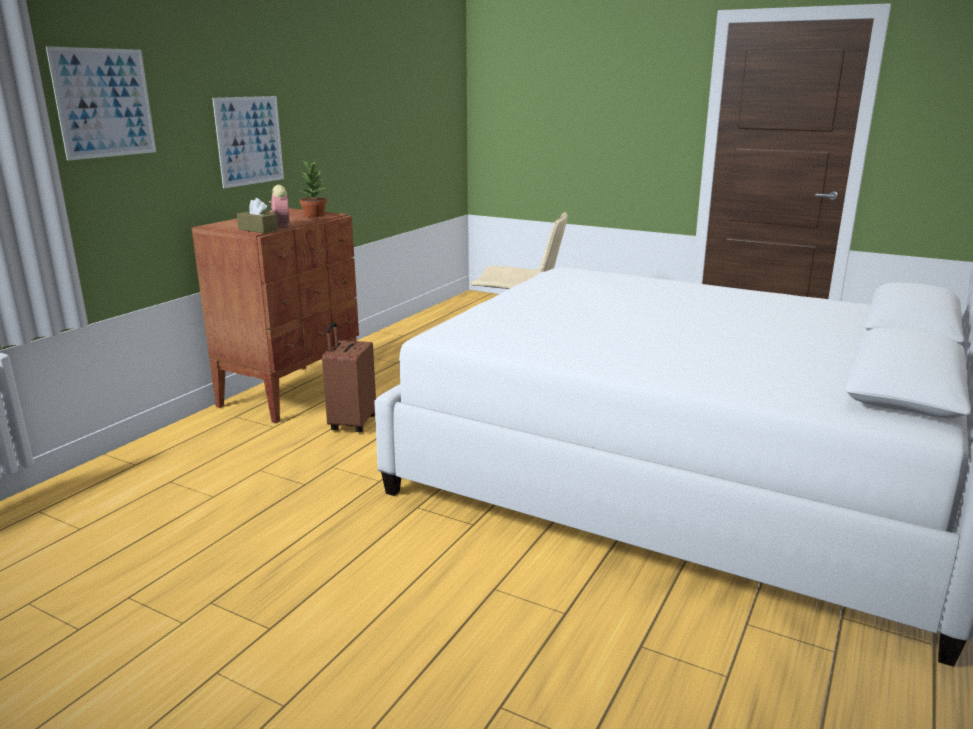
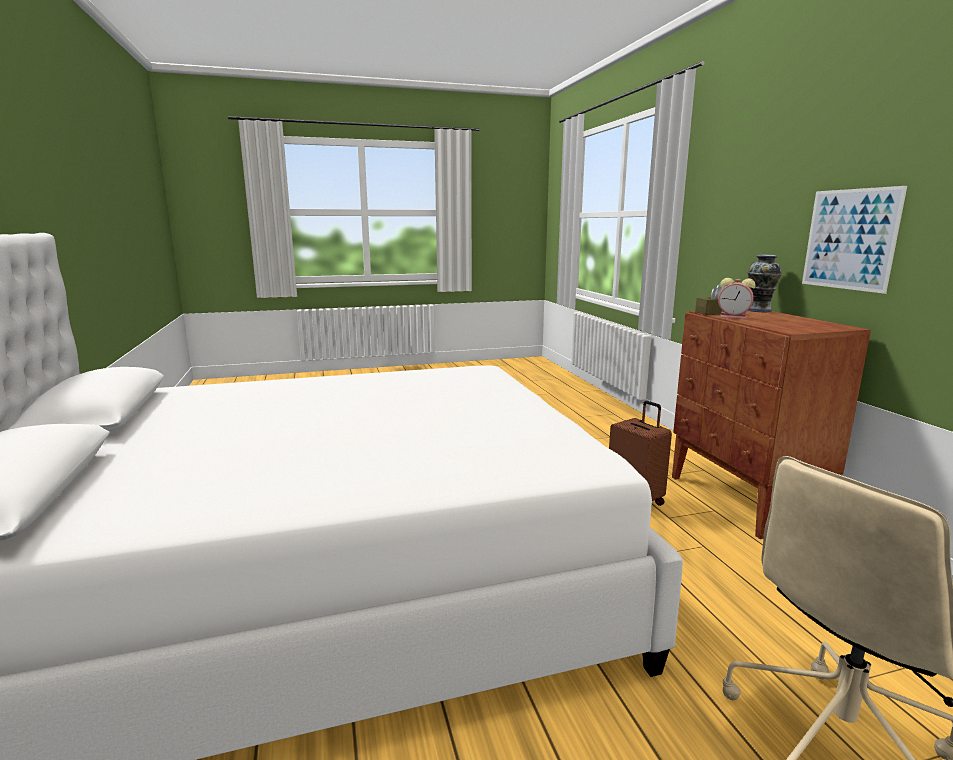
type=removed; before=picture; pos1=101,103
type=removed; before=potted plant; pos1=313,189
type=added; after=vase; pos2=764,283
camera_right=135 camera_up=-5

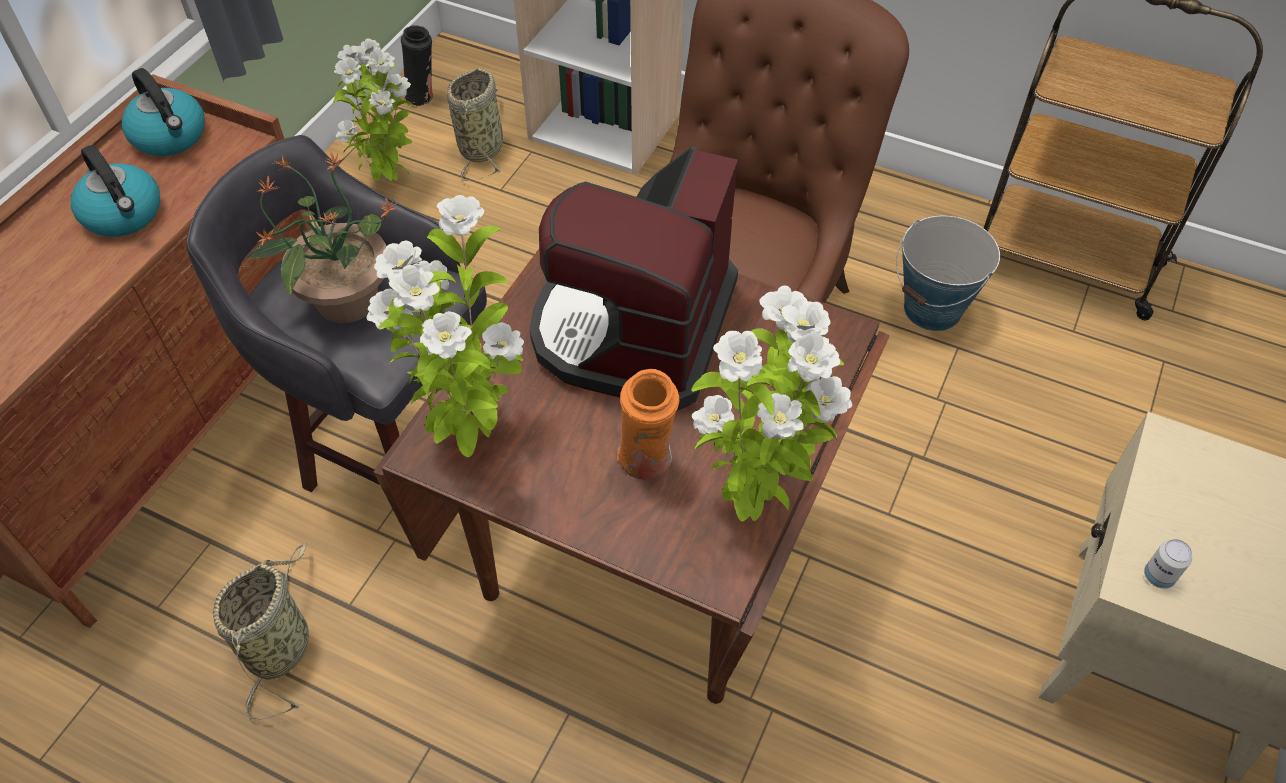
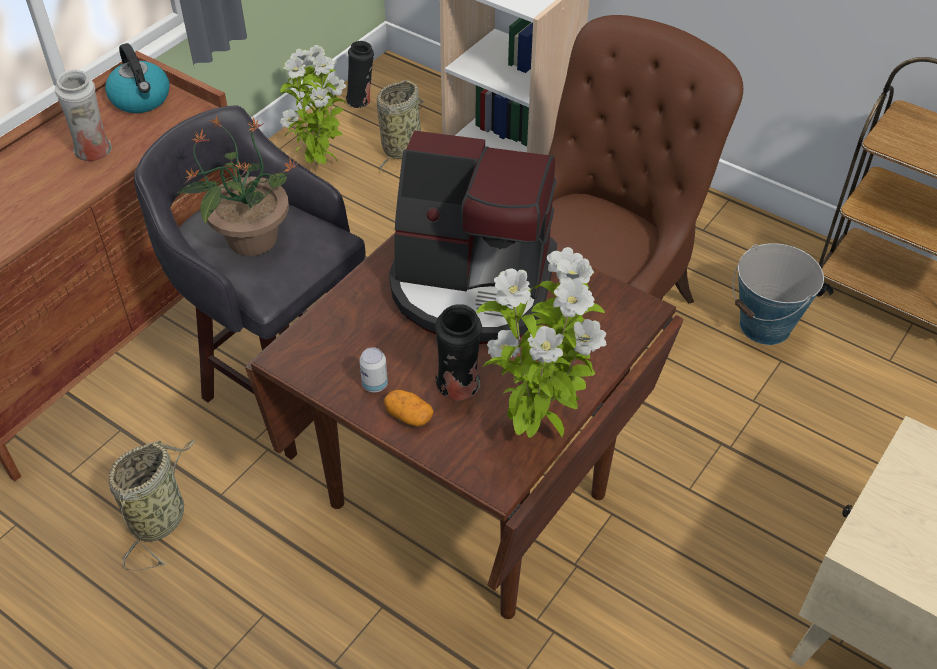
type=removed; before=potted plant; pos1=445,326
type=added; after=potato; pos2=409,408
type=moved; before=can; pos1=1168,564; pos2=373,369
type=replaced; before=kettle; after=vase/white; pos1=115,191; pos2=83,115
type=recoloured; before=vase/orange; after=vase/black; pos1=648,424; pos2=458,352
type=turned; before=coffee machine; pos1=634,278; pos2=473,237; turn=-105
camera_right=10 camera_up=-5

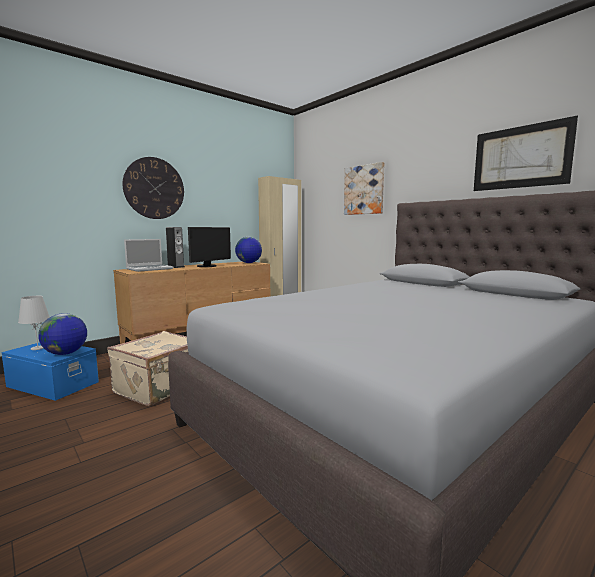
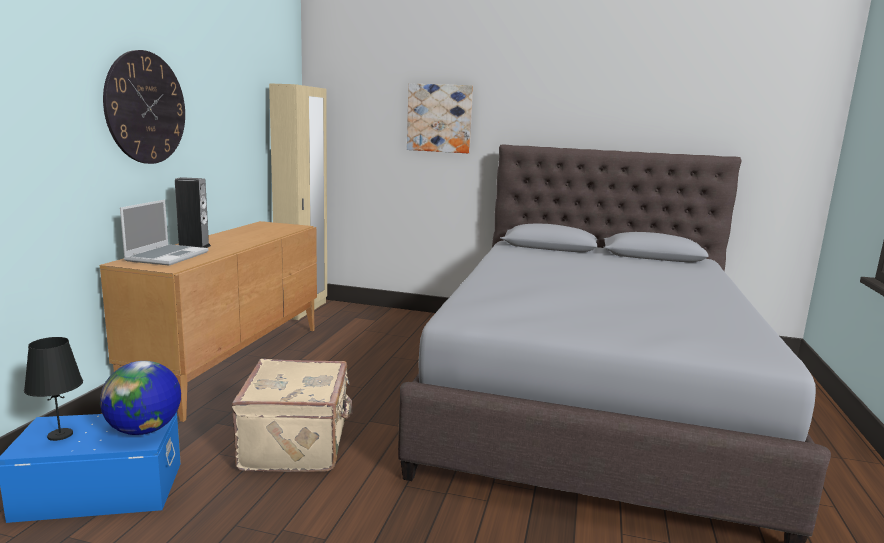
type=removed; before=monitor; pos1=209,247
type=removed; before=globe; pos1=248,249
type=removed; before=picture; pos1=526,153
type=recoloured; before=table lamp/white; after=table lamp/black; pos1=34,323; pos2=53,389
camera_right=-35 camera_up=5

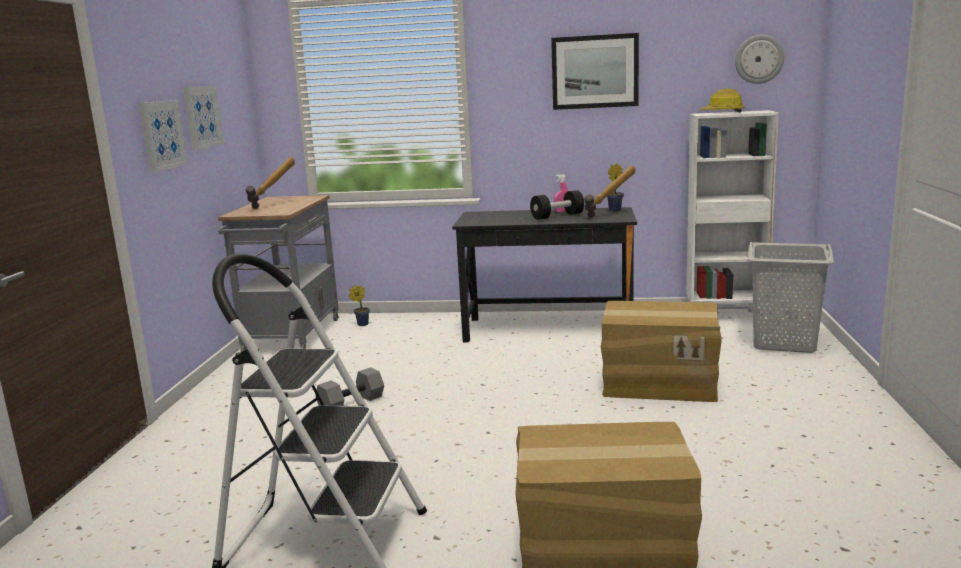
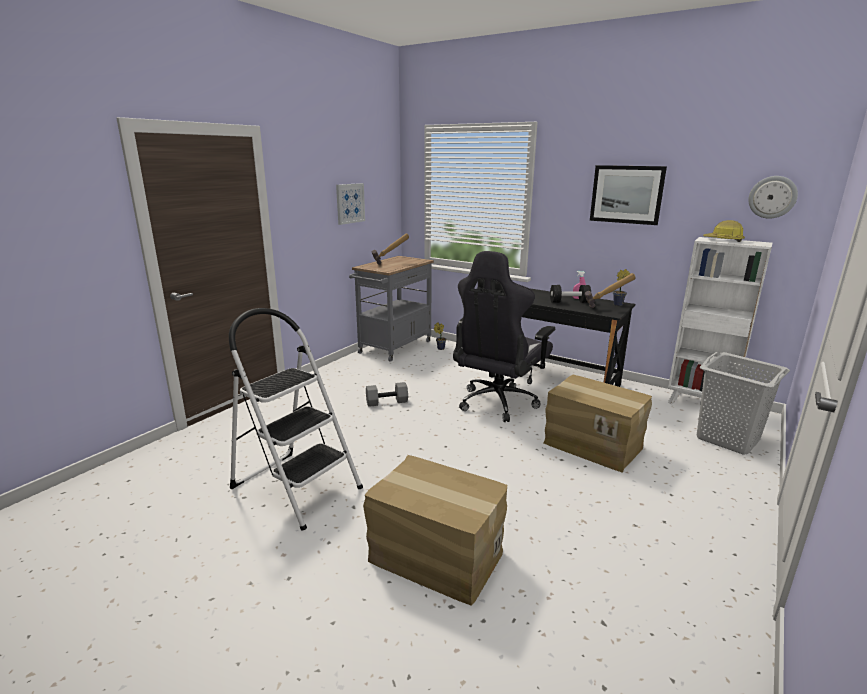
type=removed; before=picture; pos1=163,136
type=added; after=office chair/black; pos2=504,336
camera_right=25 camera_up=5

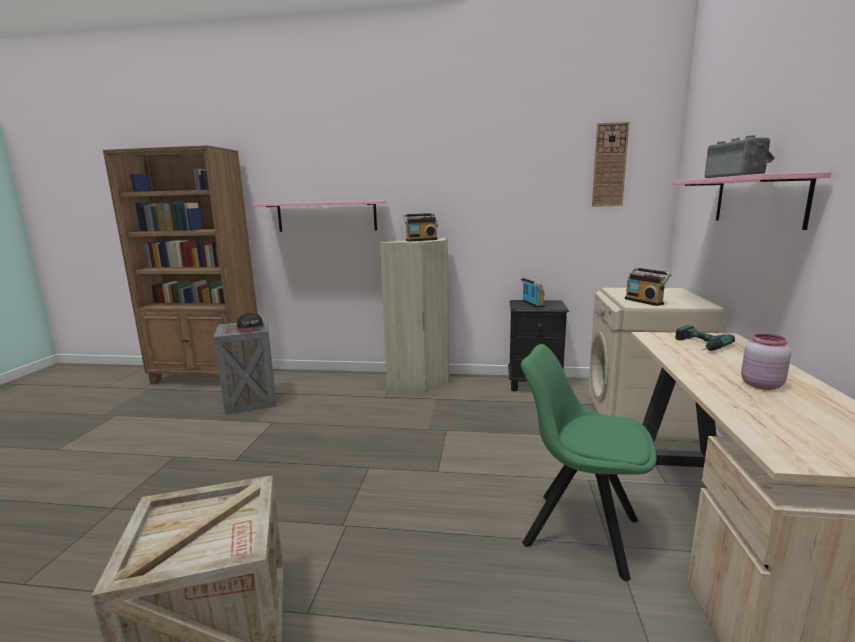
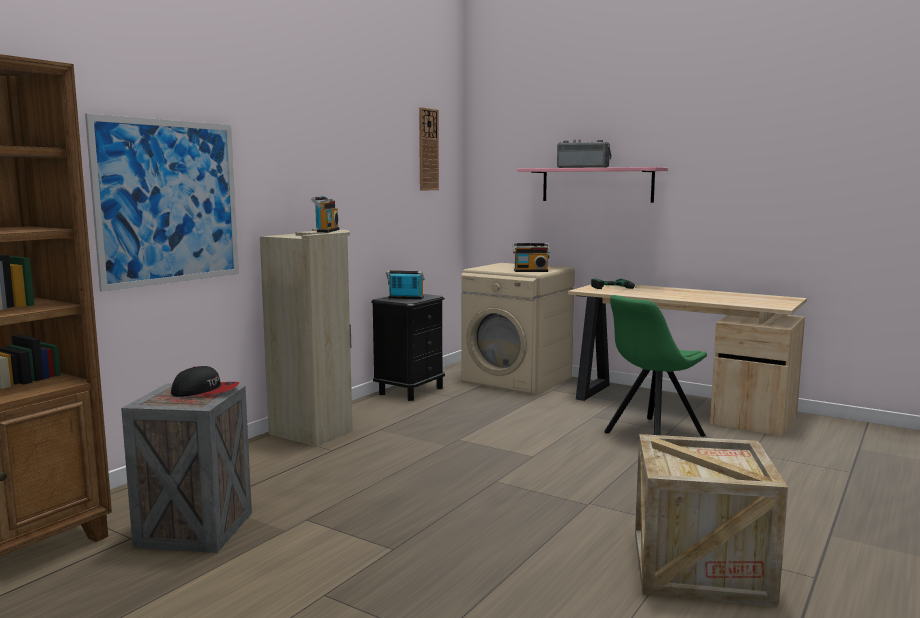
type=removed; before=jar/pink; pos1=766,362
type=replaced; before=shelf/pink; after=picture; pos1=319,216; pos2=162,203
camera_right=-65 camera_up=-5

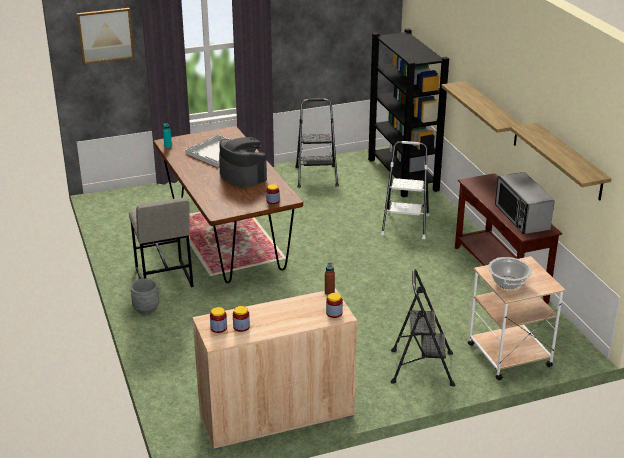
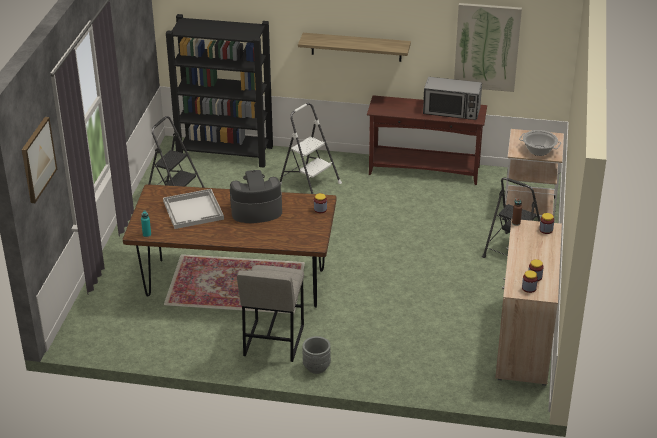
type=replaced; before=shelf; after=picture; pos1=561,161; pos2=488,47
type=turned; before=chair/grey; pos1=161,242; pos2=270,313; turn=90
camera_right=-60 camera_up=5

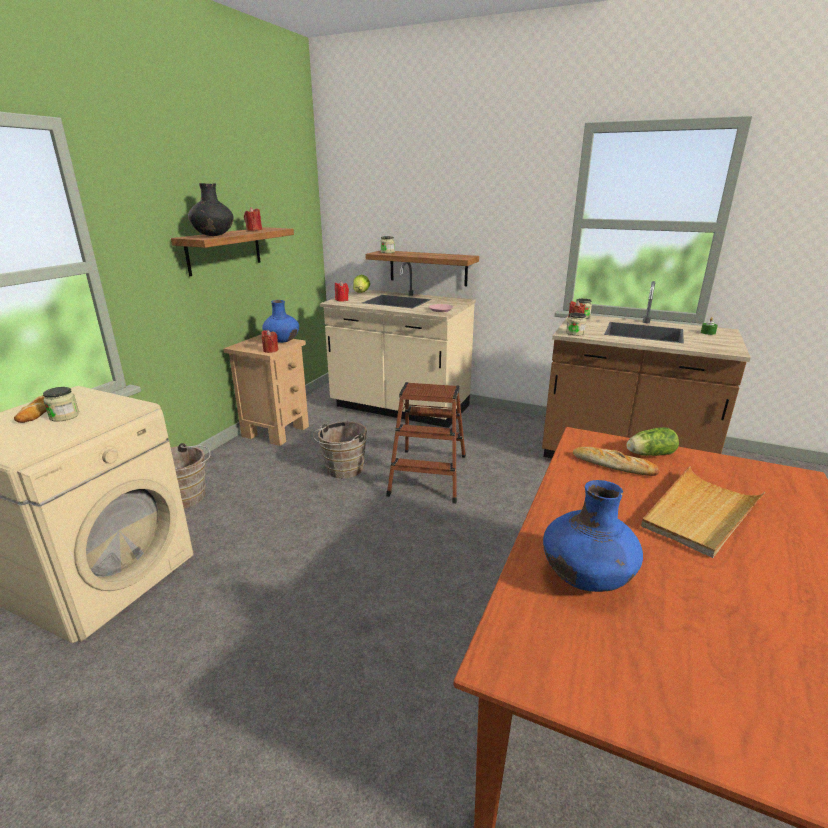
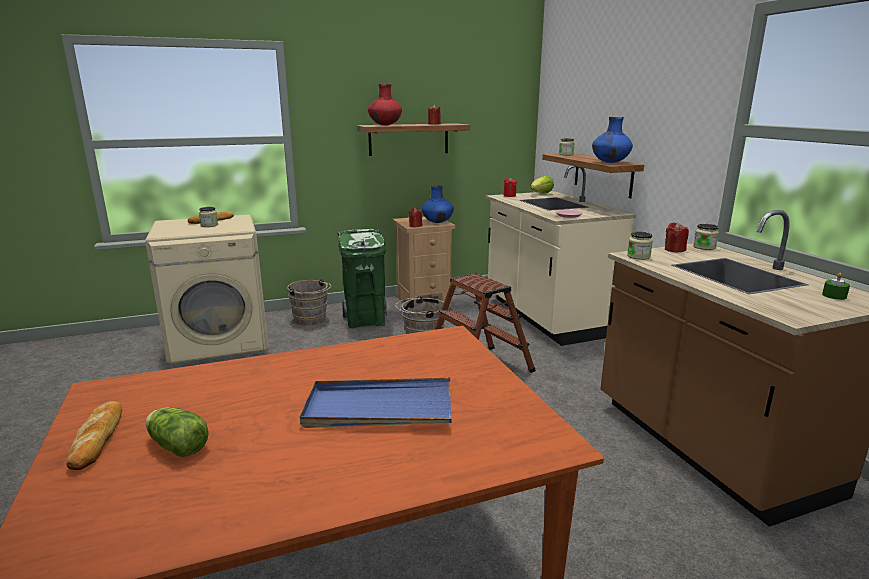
type=added; after=trash can/green; pos2=362,278
type=moved; before=vase/blue; pos1=593,536; pos2=612,140
type=moved; before=bread; pos1=616,461; pos2=94,435
type=moved; before=lettuce; pos1=652,441; pos2=177,432
type=recoloured; before=vase/black; after=vase/red; pos1=211,209; pos2=385,104
type=recoloured; before=tray/beige; after=tray/blue; pos1=703,512; pos2=376,402
camera_right=45 camera_up=-5

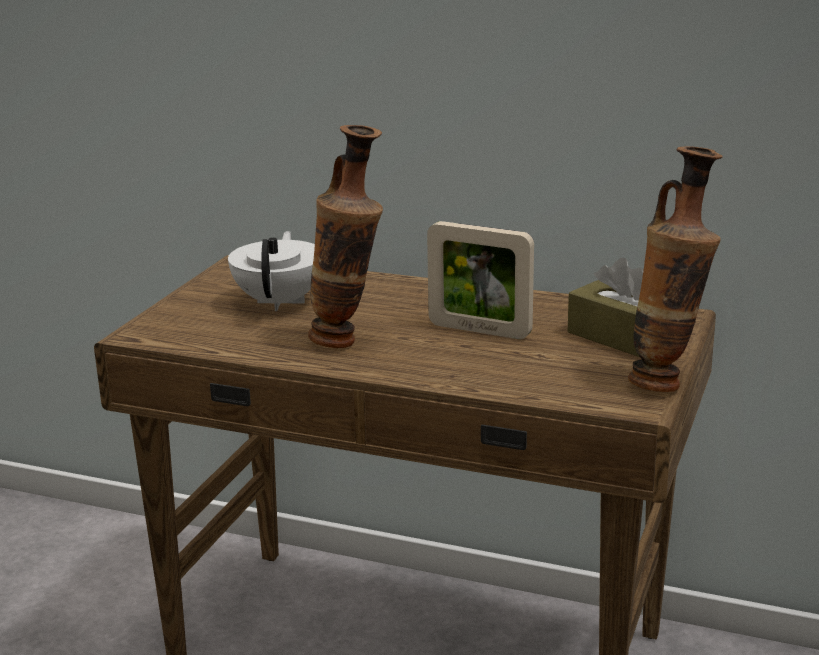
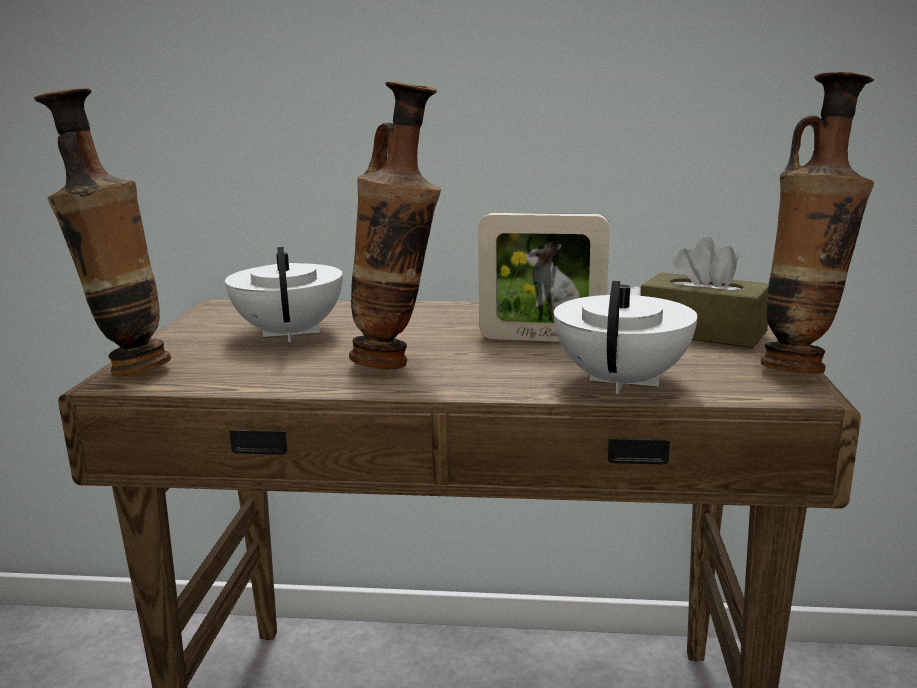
type=added; after=vase; pos2=102,232
type=added; after=teapot/white; pos2=626,337
camera_right=-15 camera_up=-5

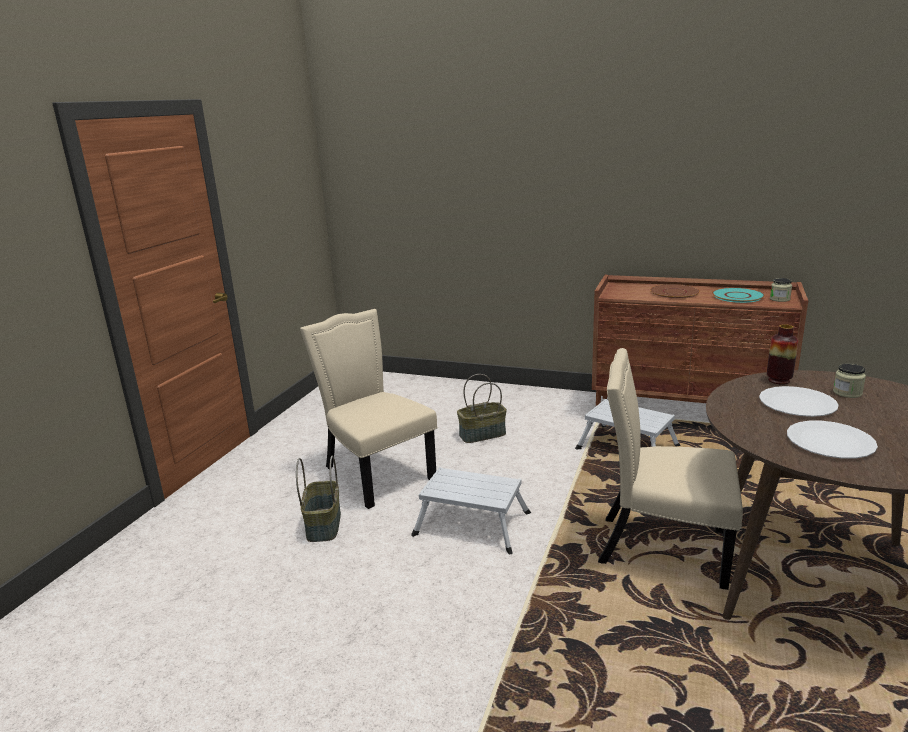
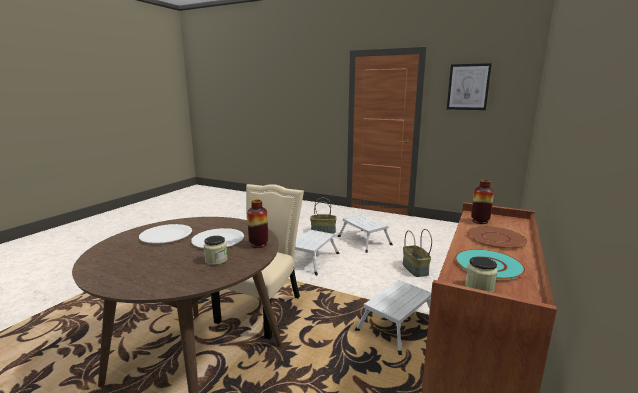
type=added; after=picture; pos2=469,86
type=added; after=vase; pos2=482,202
type=replaced; before=chair/beige; after=step ladder/white; pos1=369,409; pos2=365,233
camera_right=95 camera_up=-5

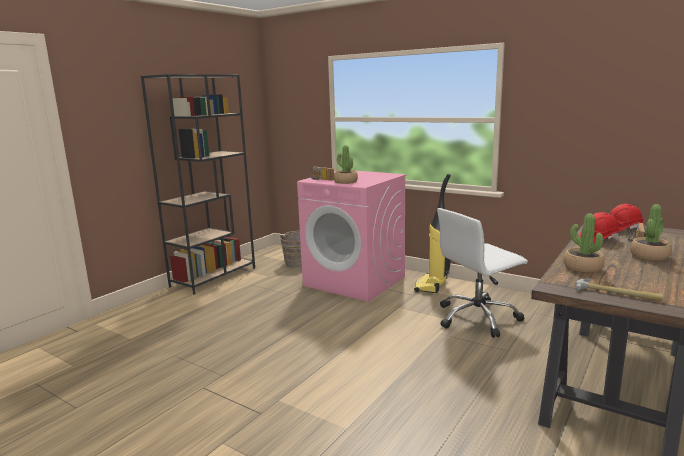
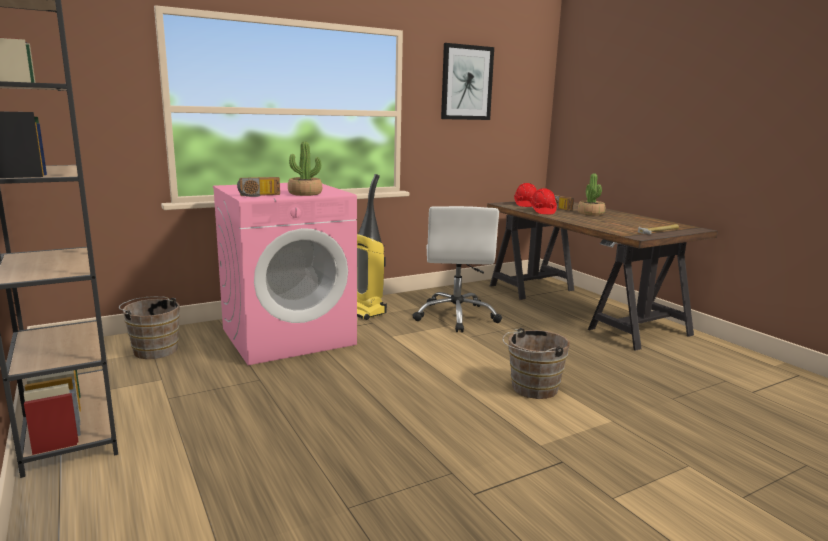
type=removed; before=potted plant; pos1=584,243
type=added; after=picture; pos2=467,81
type=added; after=bucket/brown; pos2=536,363
camera_right=-65 camera_up=0

